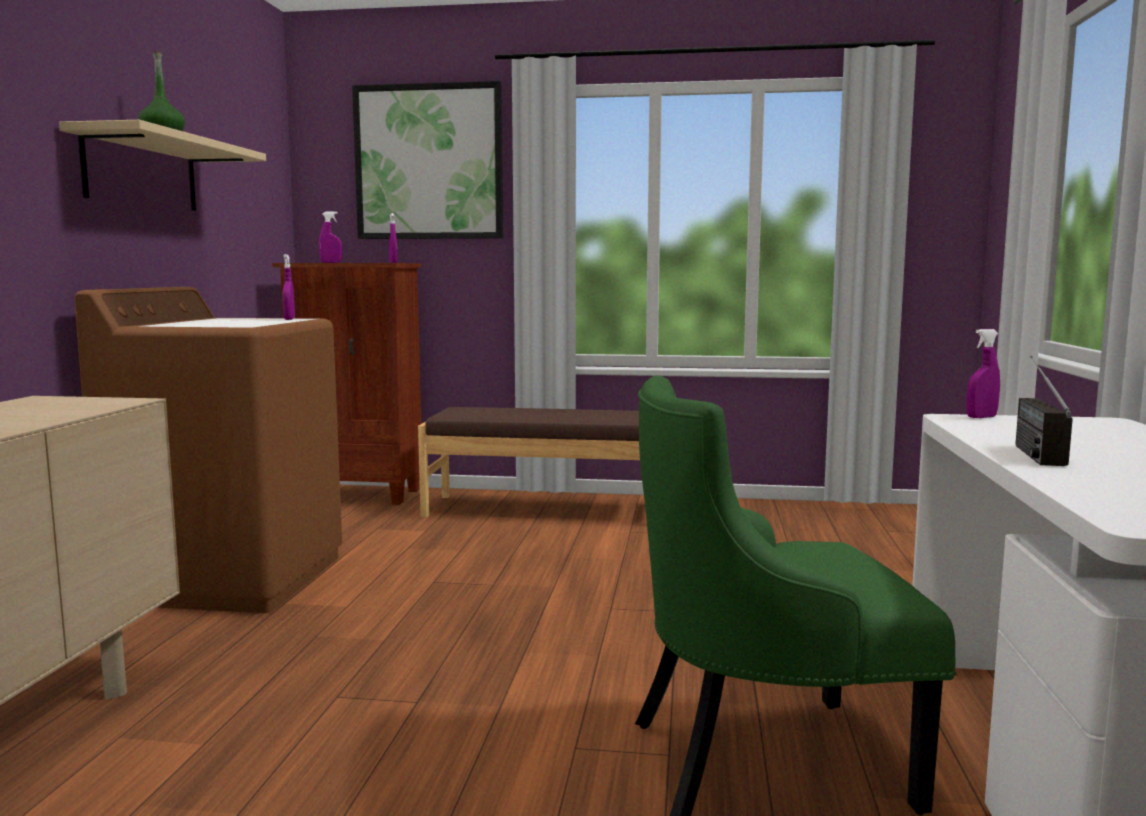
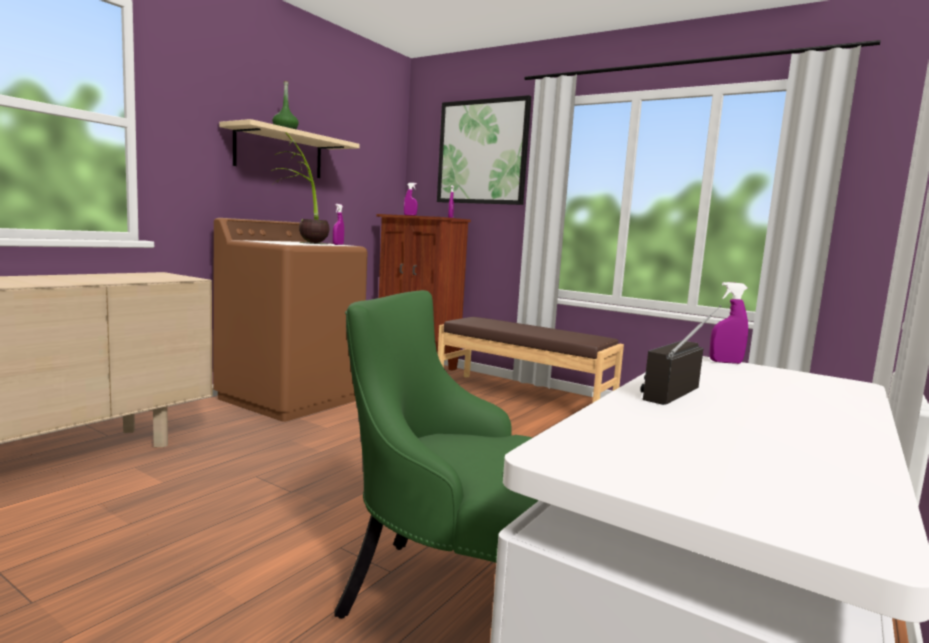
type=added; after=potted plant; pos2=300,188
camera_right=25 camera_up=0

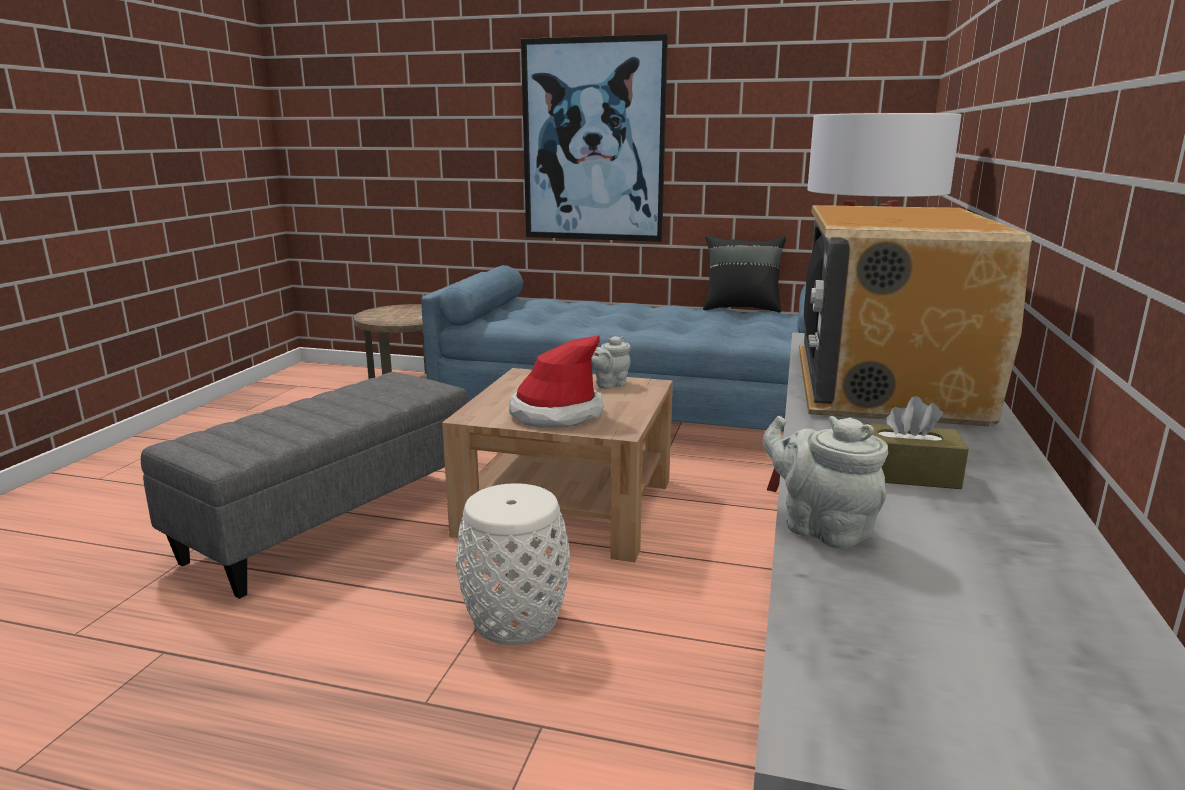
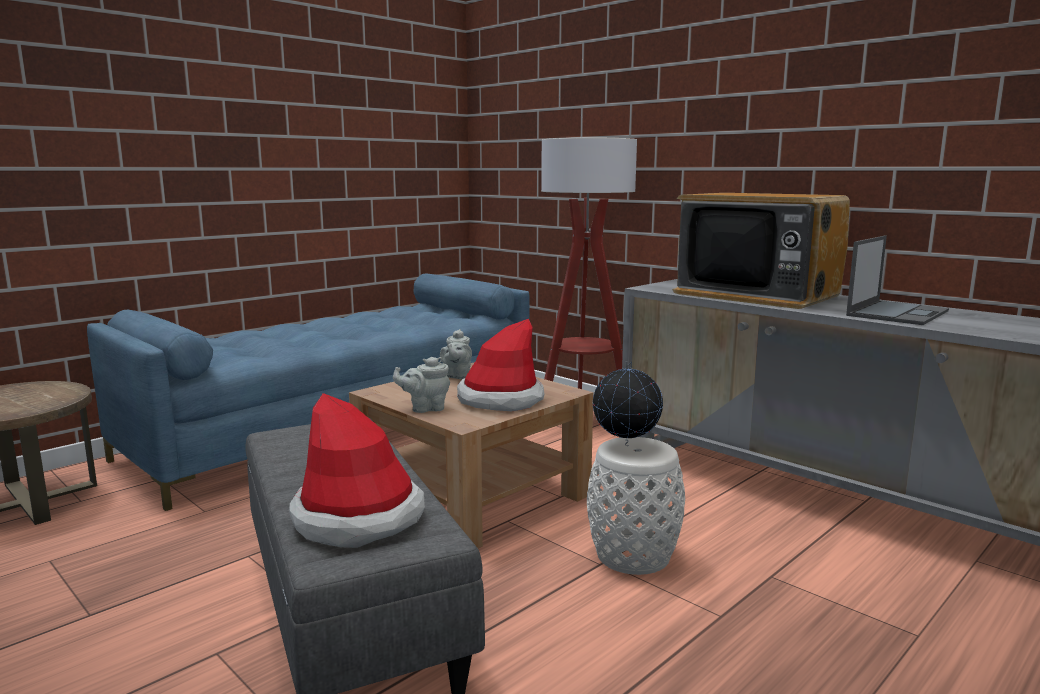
type=removed; before=picture; pos1=594,138
type=removed; before=pillow/black; pos1=744,274
type=added; after=hat; pos2=357,470
type=added; after=globe; pos2=628,403
type=moved; before=teapot/grey; pos1=825,482; pos2=421,385
type=replaced; before=tissue box/brown; after=laptop; pos1=916,442; pos2=897,280
camera_right=-60 camera_up=-5

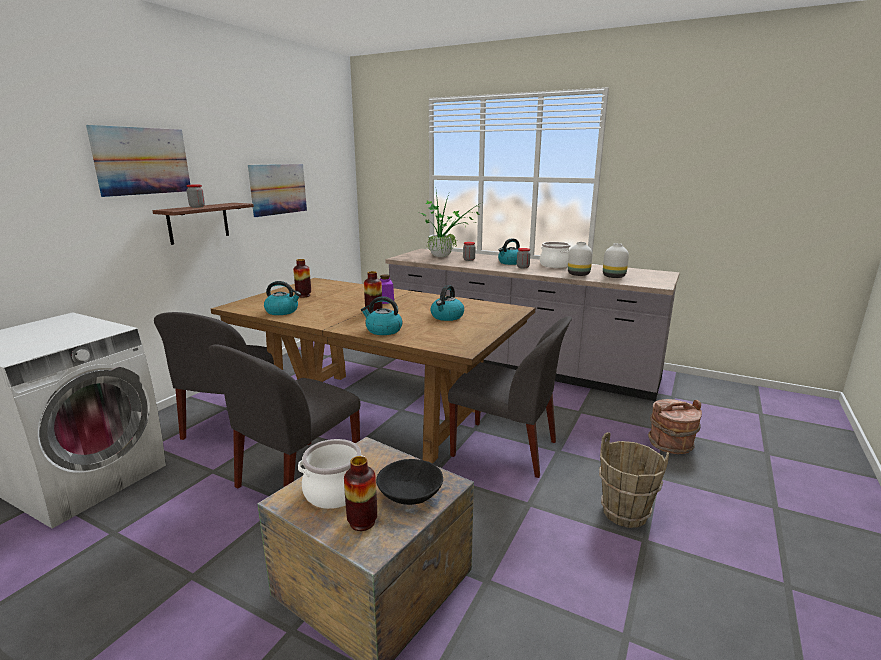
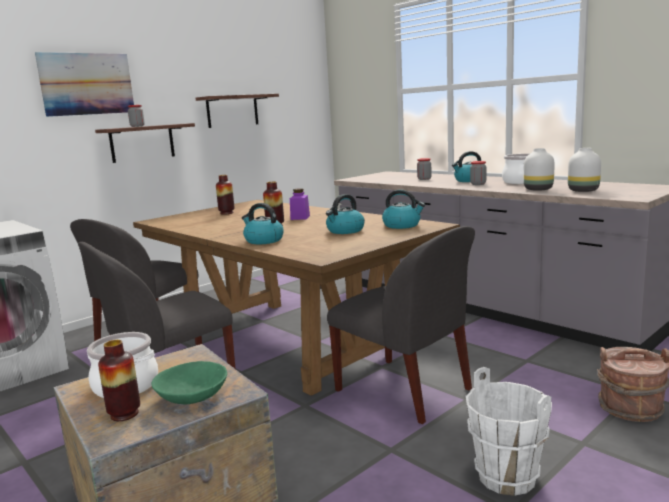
type=removed; before=potted plant; pos1=451,224
type=moved; before=kettle; pos1=282,298; pos2=403,209
type=replaced; before=picture; after=shelf; pos1=277,190; pos2=237,111
type=recoloured; before=bowl/black; after=bowl/green; pos1=409,482; pos2=189,382
type=recoloured; before=bucket/brown; after=bucket/white; pos1=634,480; pos2=509,431
camera_right=20 camera_up=-5

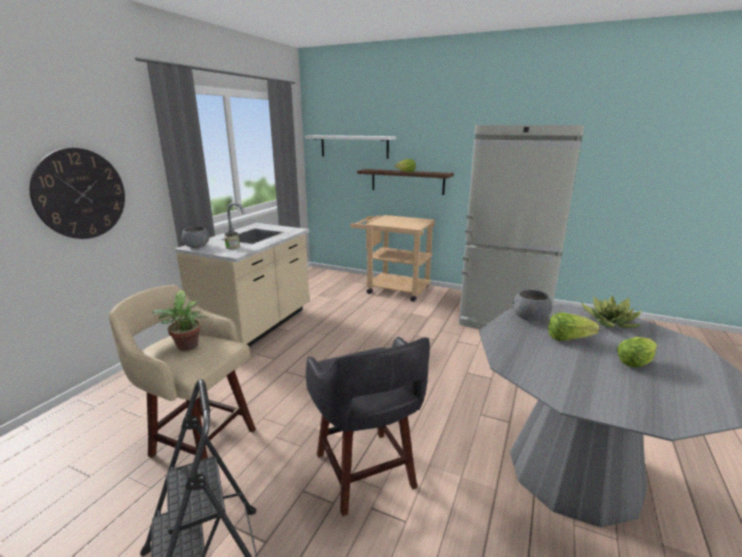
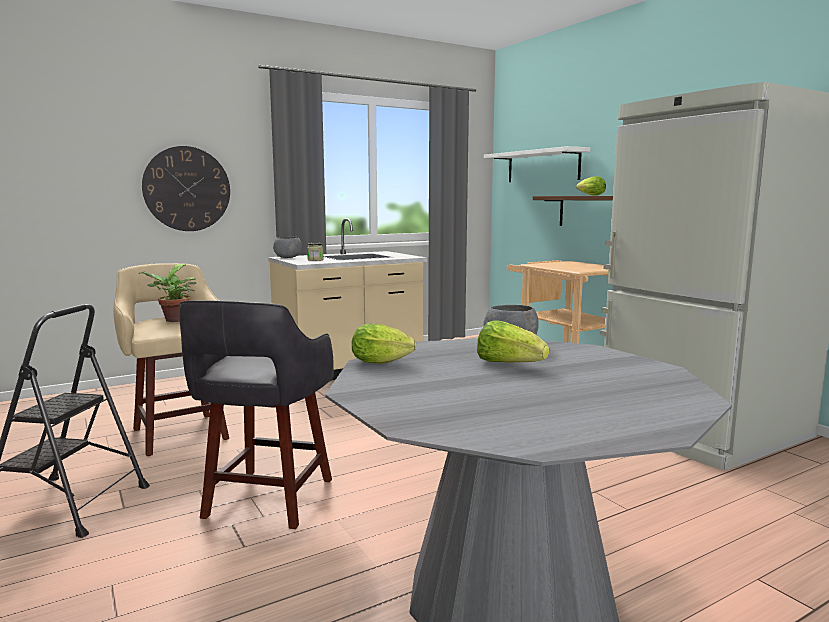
type=removed; before=potted plant; pos1=612,312
type=moved; before=lettuce; pos1=637,352; pos2=384,344
camera_right=35 camera_up=-10

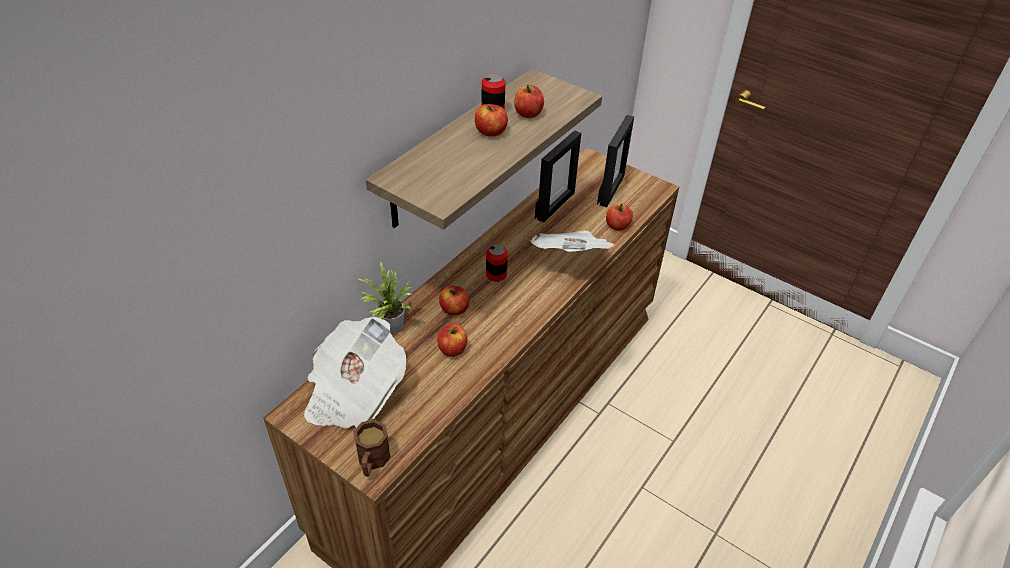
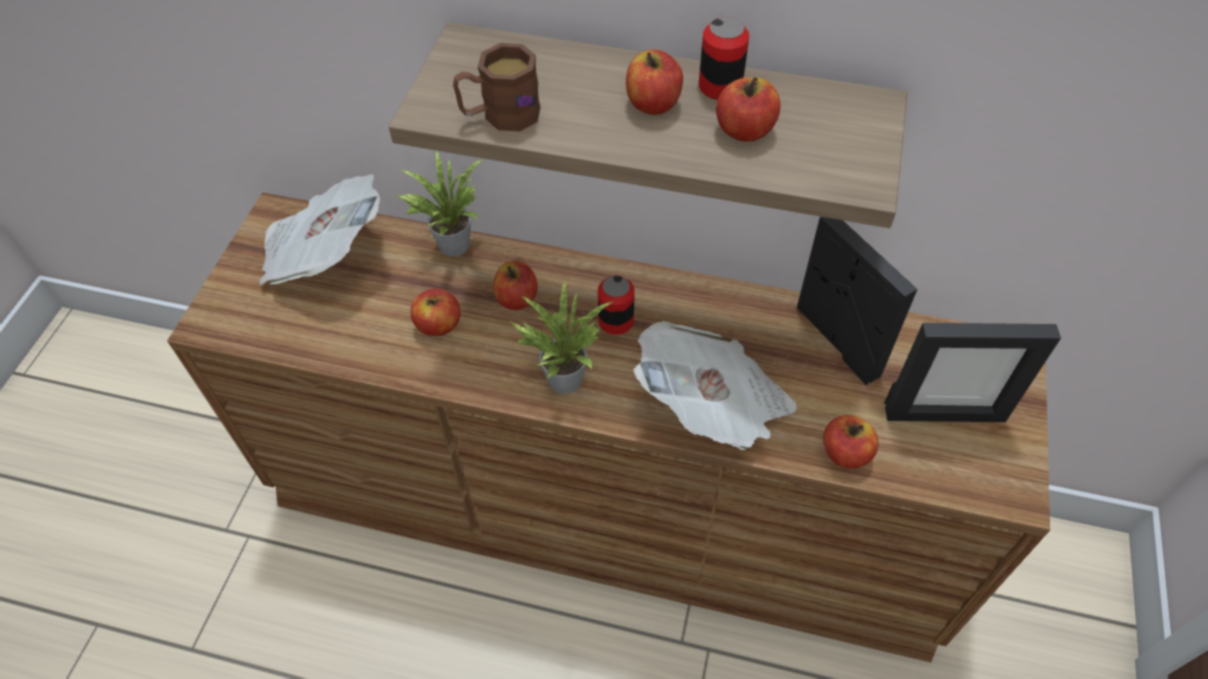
type=added; after=potted plant; pos2=562,337
type=moved; before=mug/brown; pos1=372,448; pos2=497,87
type=turned; before=picture frame; pos1=558,176; pos2=857,300; turn=-135
camera_right=70 camera_up=10

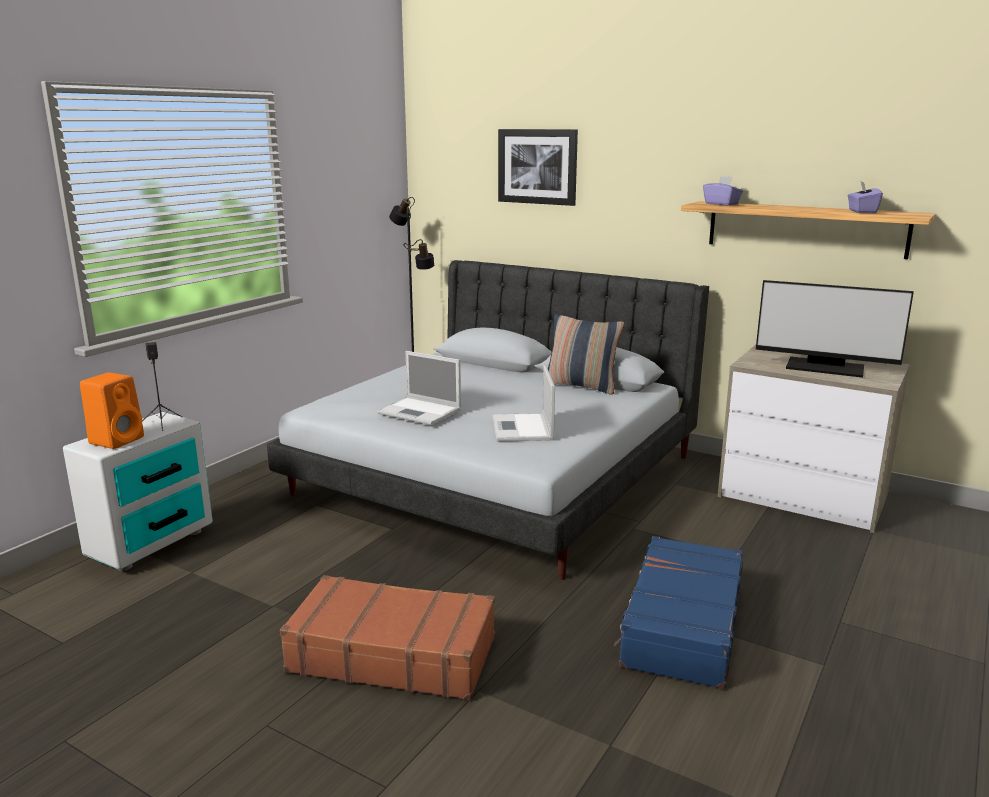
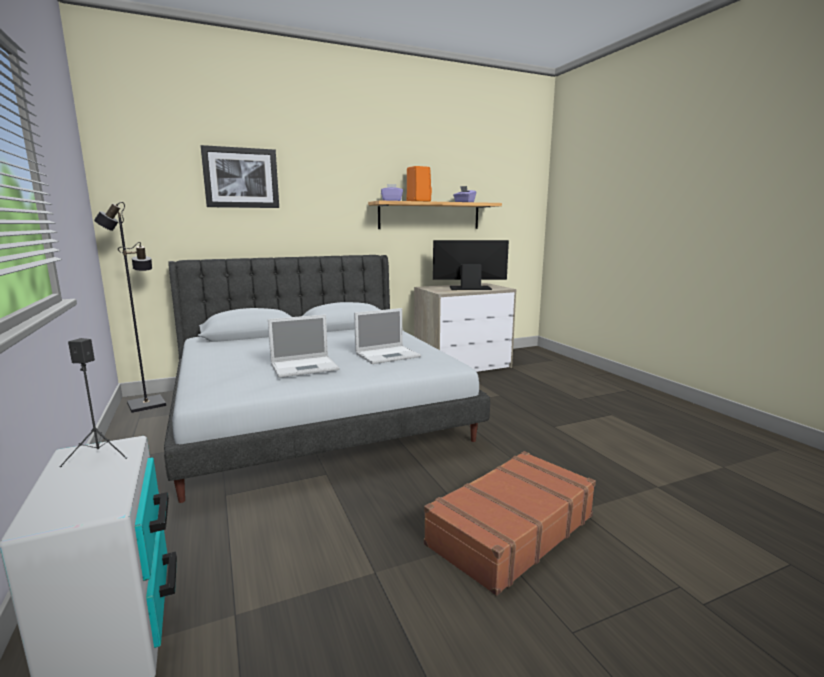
type=removed; before=pillow; pos1=586,354
type=removed; before=suitcase/blue; pos1=678,612
type=moved; before=speaker/orange; pos1=112,410; pos2=419,183
type=turned; before=laptop; pos1=524,403; pos2=387,336; turn=-60
type=turned; before=monitor; pos1=835,329; pos2=471,265; turn=-150
camera_right=-55 camera_up=-5

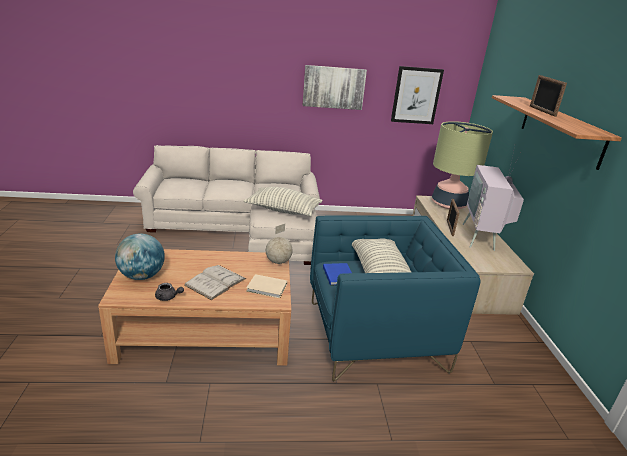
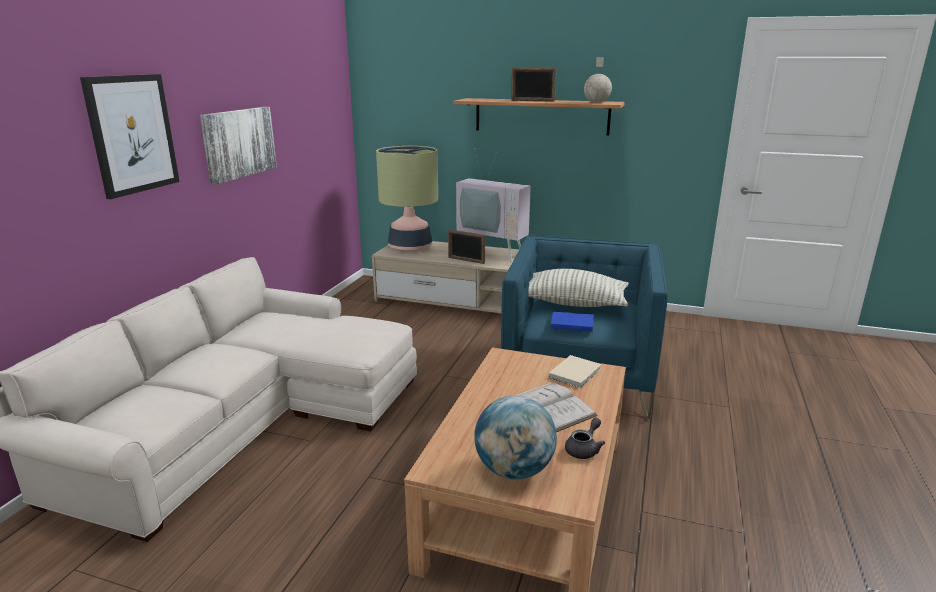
type=removed; before=pillow; pos1=283,201
type=moved; before=globe; pos1=279,244; pos2=598,80
type=moved; before=picture; pos1=417,95; pos2=130,136
camera_right=-65 camera_up=-5

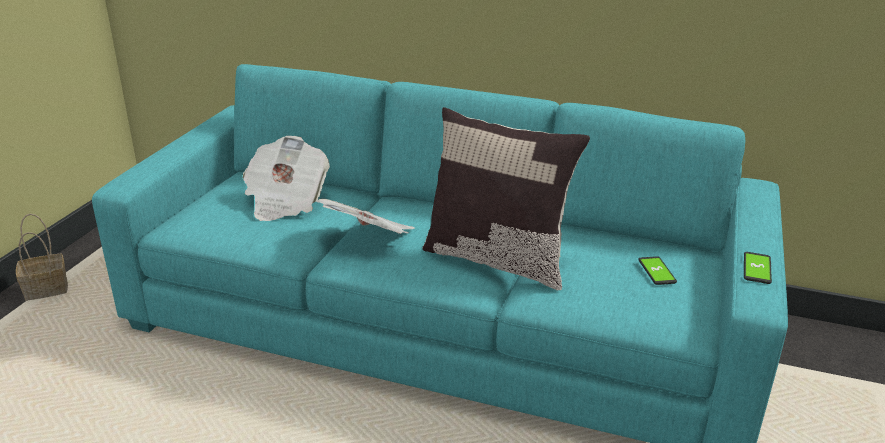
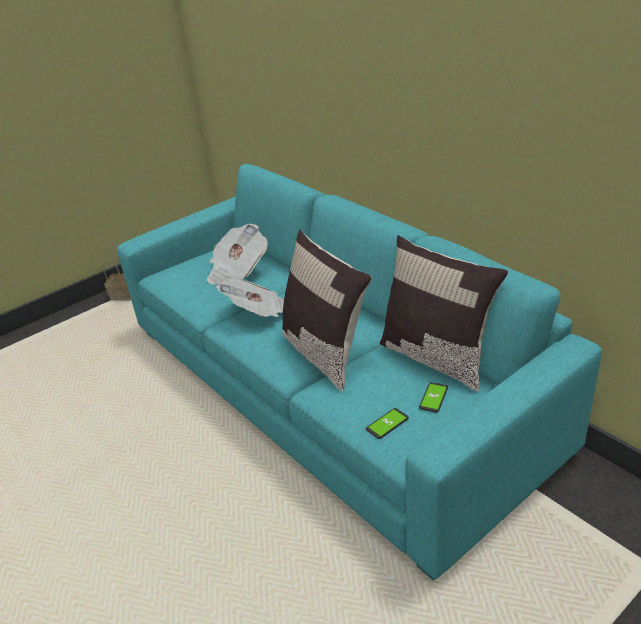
type=added; after=pillow; pos2=444,313
type=moved; before=phone; pos1=758,268; pos2=387,423
camera_right=35 camera_up=5

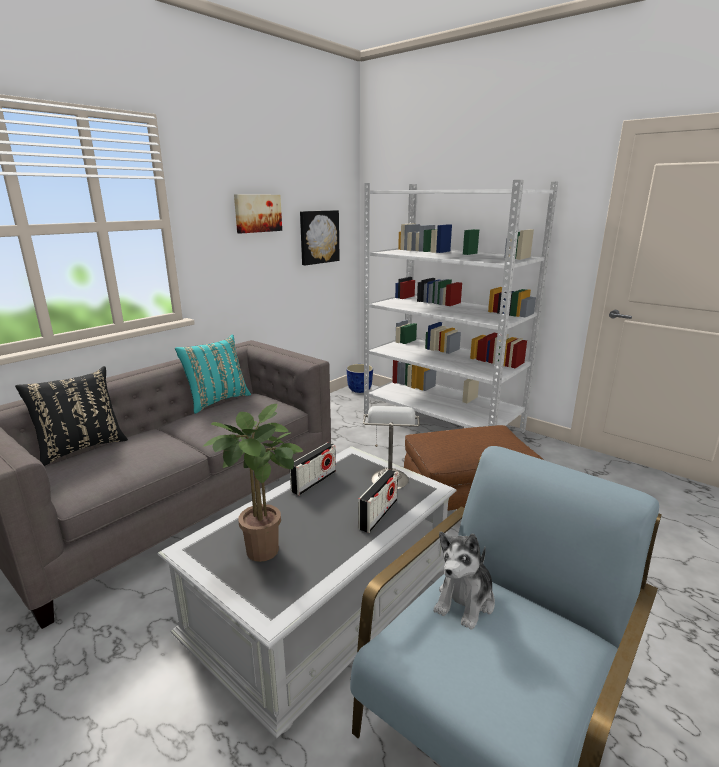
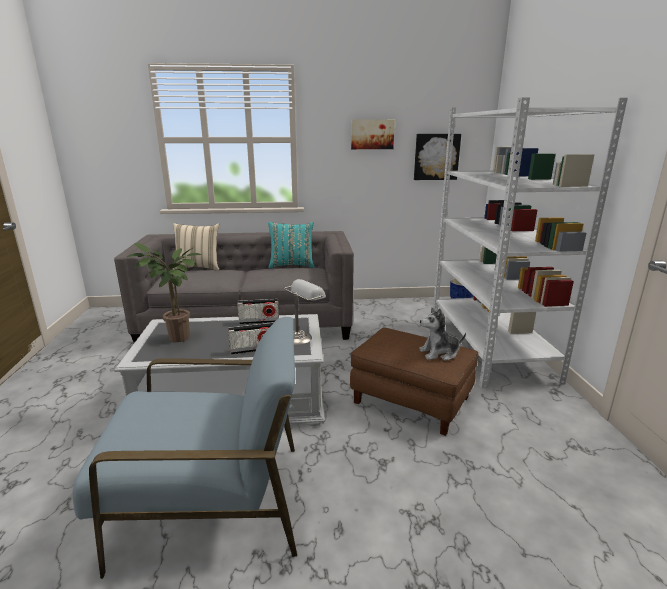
type=moved; before=plush toy; pos1=464,581; pos2=442,334
type=recoloured; before=pillow/black; after=pillow/beige; pos1=71,416; pos2=196,247
camera_right=45 camera_up=0

